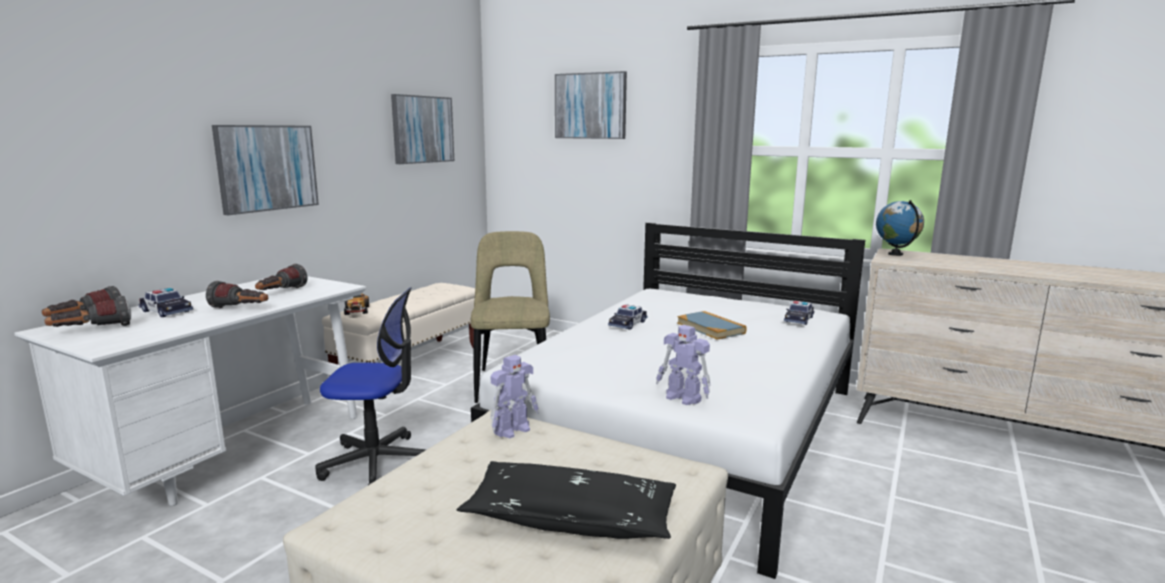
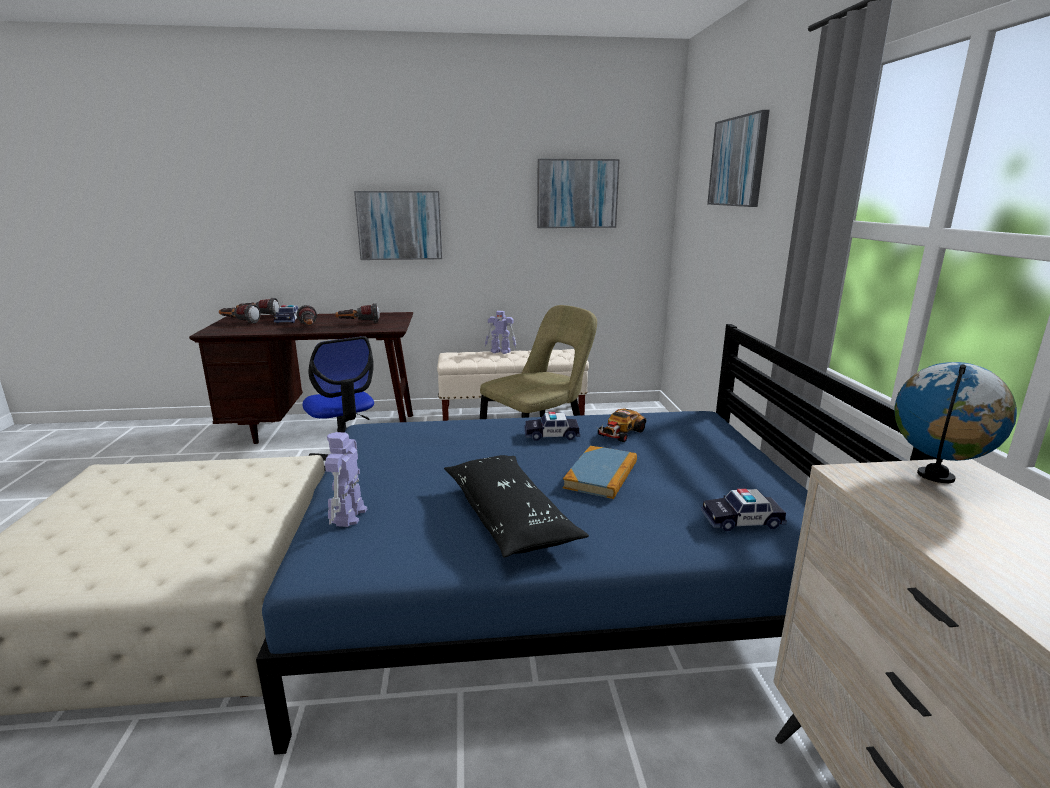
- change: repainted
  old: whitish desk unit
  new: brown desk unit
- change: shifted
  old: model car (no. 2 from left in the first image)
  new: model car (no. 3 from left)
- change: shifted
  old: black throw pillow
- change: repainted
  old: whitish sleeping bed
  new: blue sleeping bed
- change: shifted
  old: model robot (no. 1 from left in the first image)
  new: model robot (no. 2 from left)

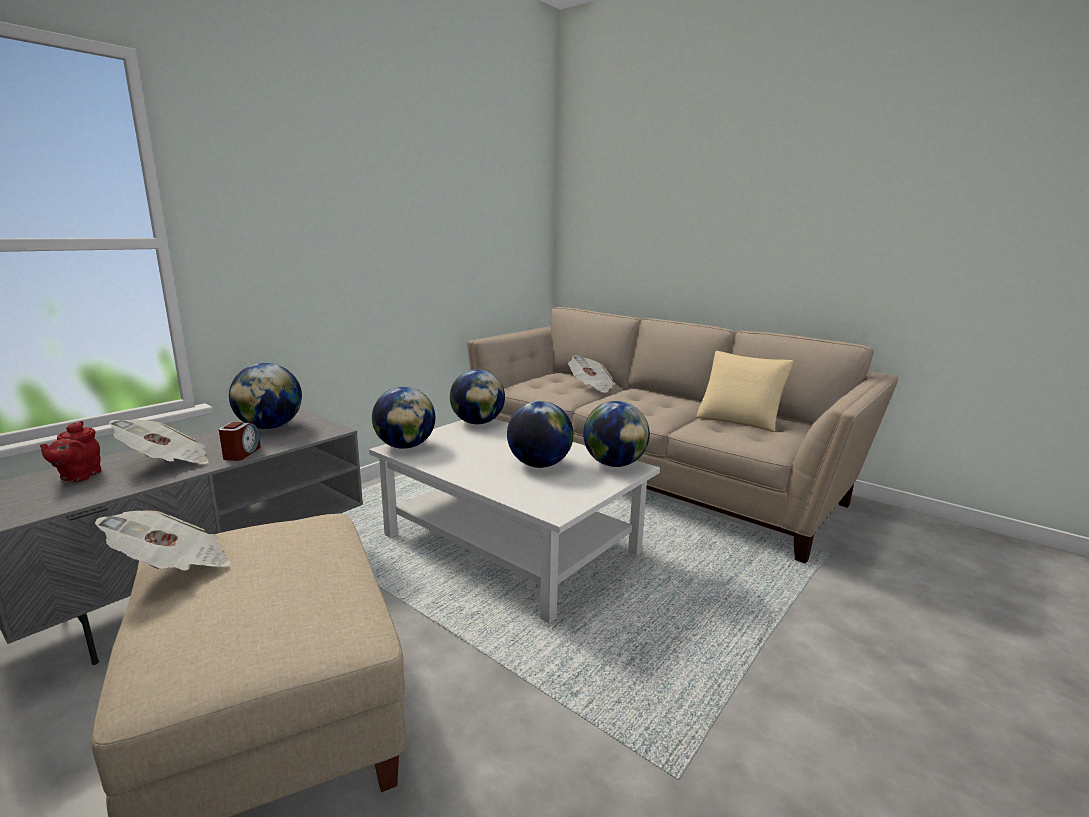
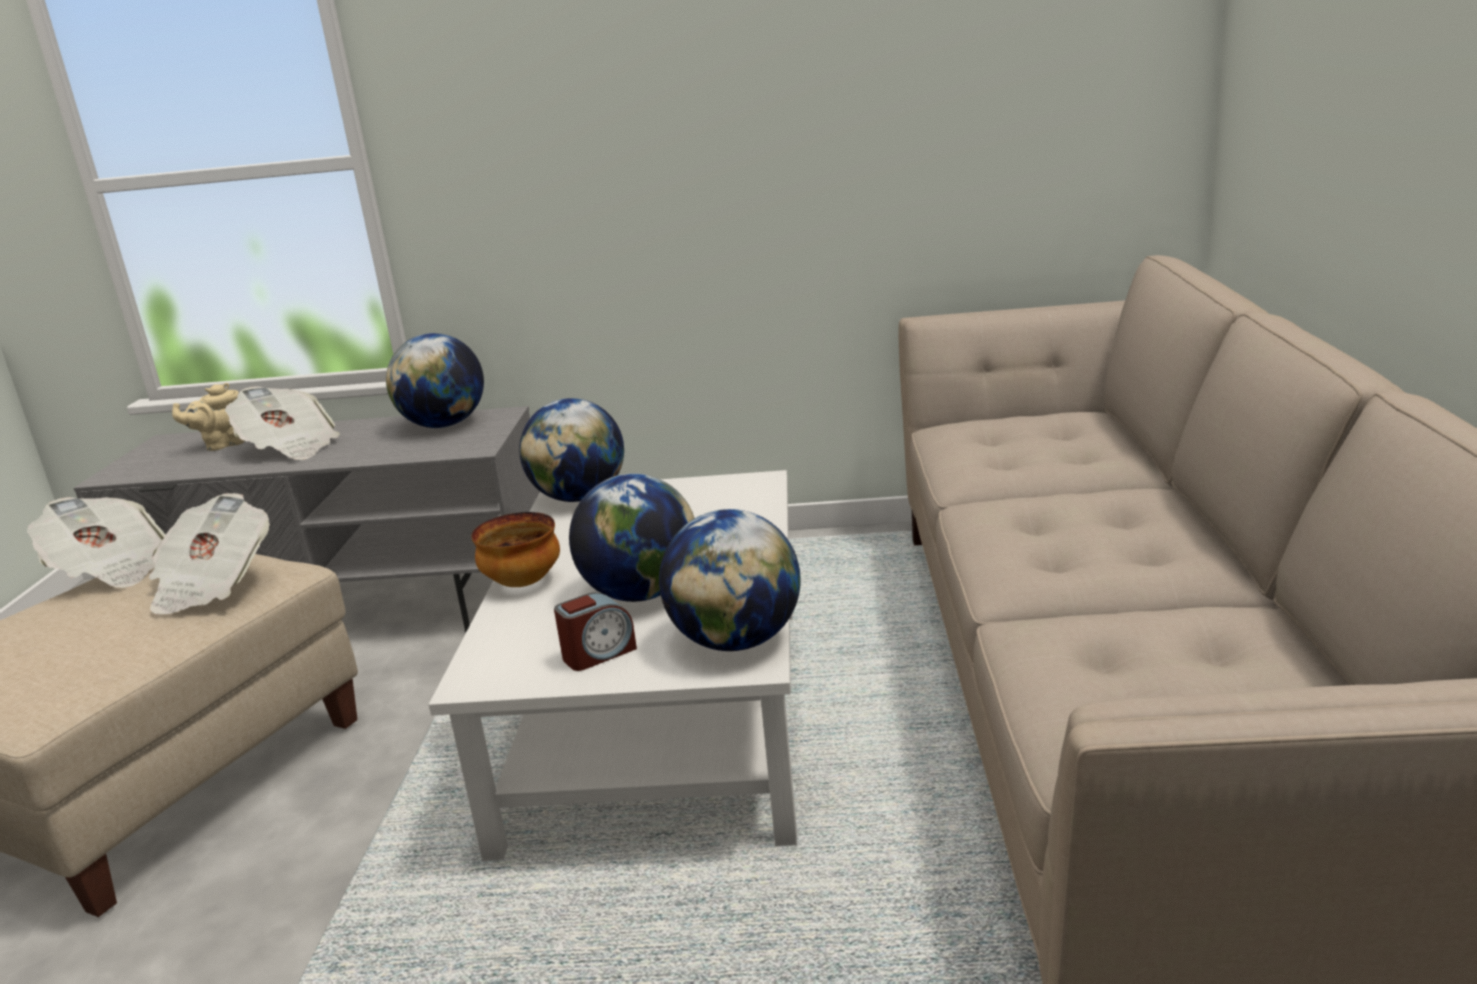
- change: repainted
  old: reddish teapot
  new: sand-coloured teapot
- change: shifted
  old: alarm clock
- change: gone
  old: desk globe (no. 3 from left)
- change: shifted
  old: printed paper (no. 3 from left in the first image)
  new: printed paper (no. 2 from left)
- change: gone
  old: sand-coloured throw pillow
- change: new
  new: serving bowl

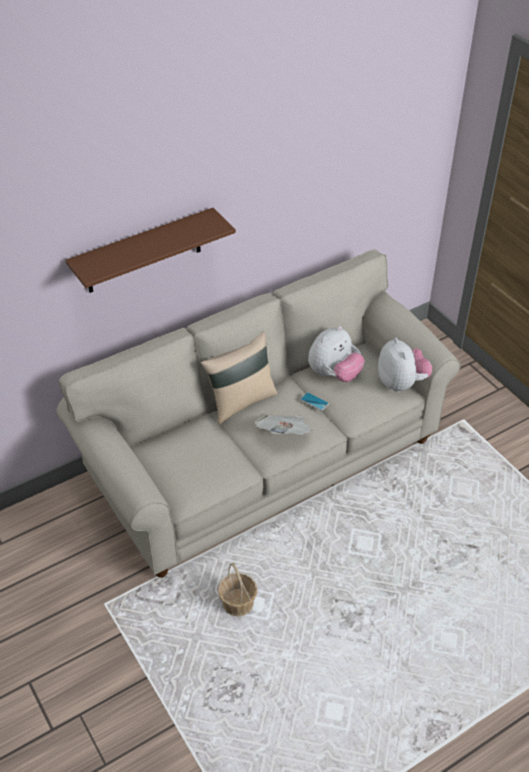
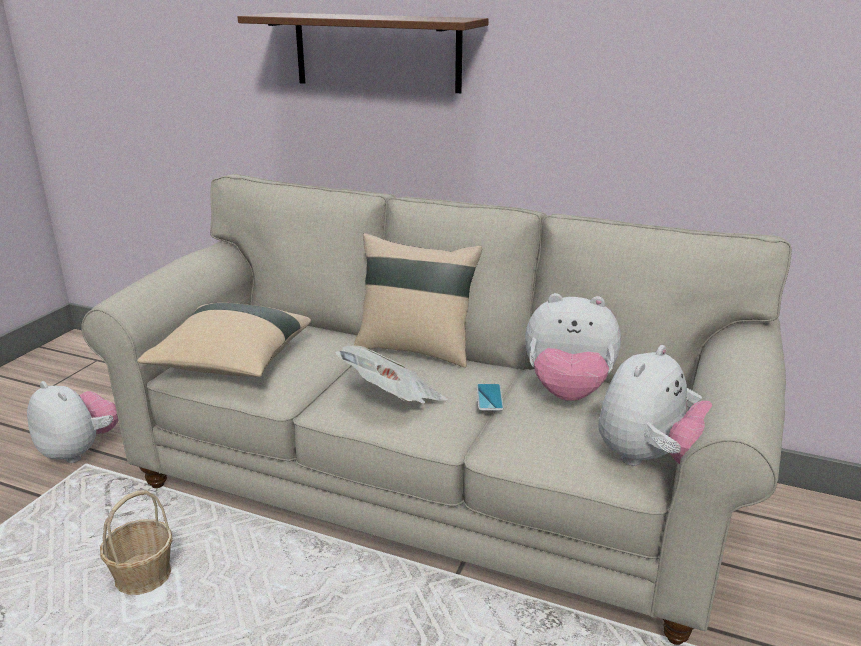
- change: new
  new: plush toy (no. 1 from left)
- change: new
  new: sand-coloured throw pillow (no. 1 from left)

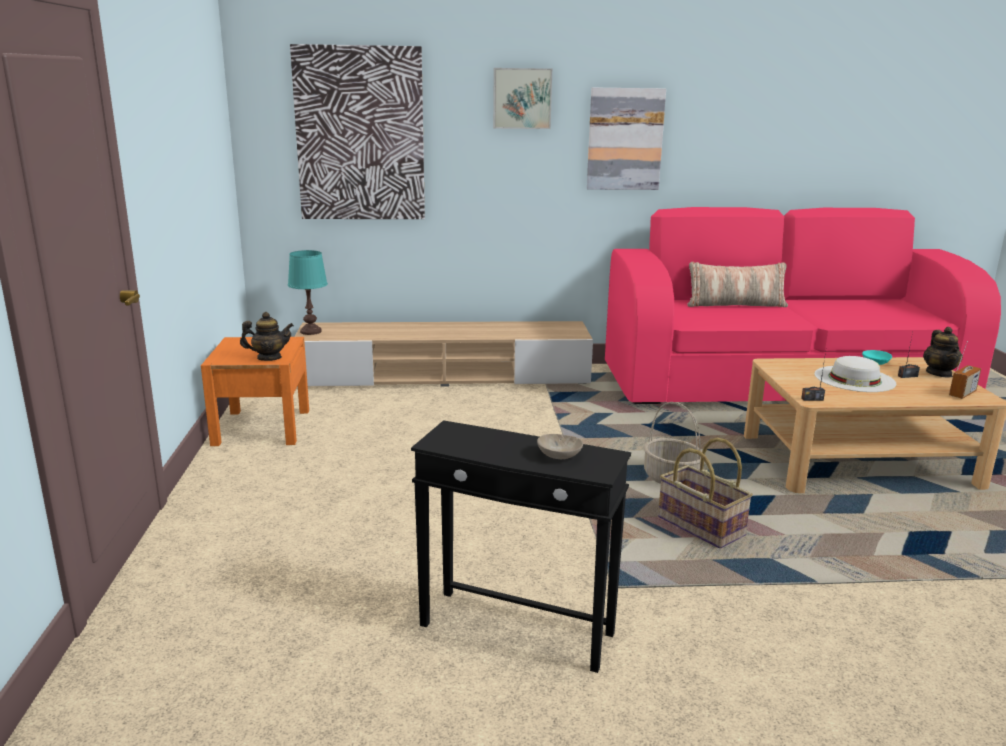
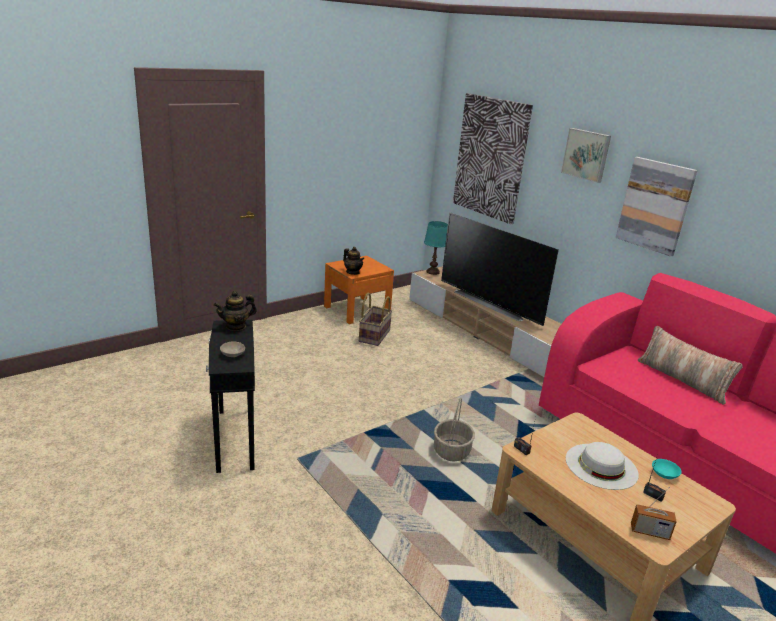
- change: shifted
  old: storage basket (no. 2 from left in the first image)
  new: storage basket (no. 1 from left)
- change: shifted
  old: teapot (no. 2 from left in the first image)
  new: teapot (no. 1 from left)
- change: new
  new: television

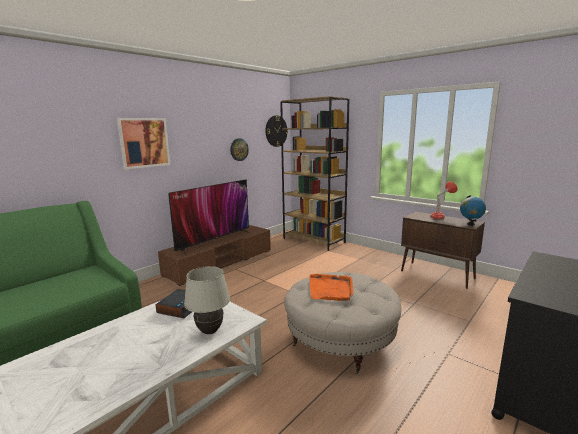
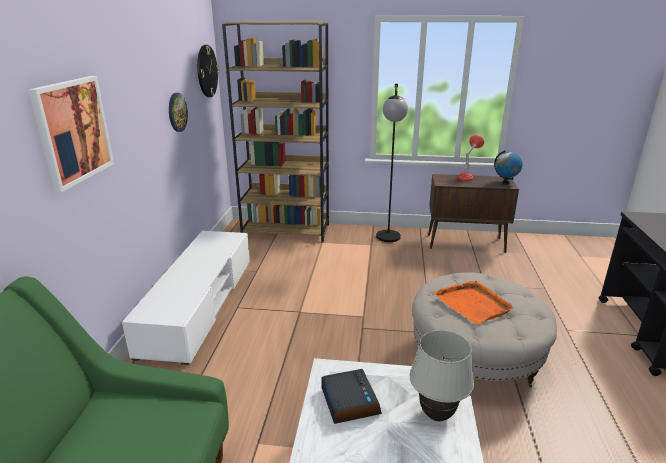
- change: repainted
  old: brown media console
  new: whitish media console
- change: gone
  old: television
- change: new
  new: black floor lamp

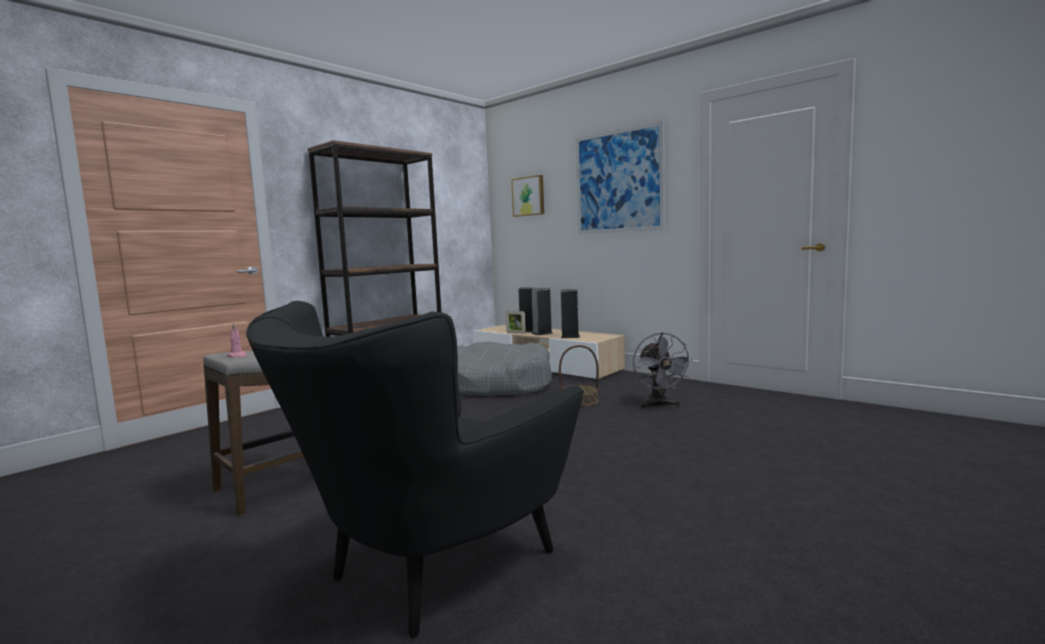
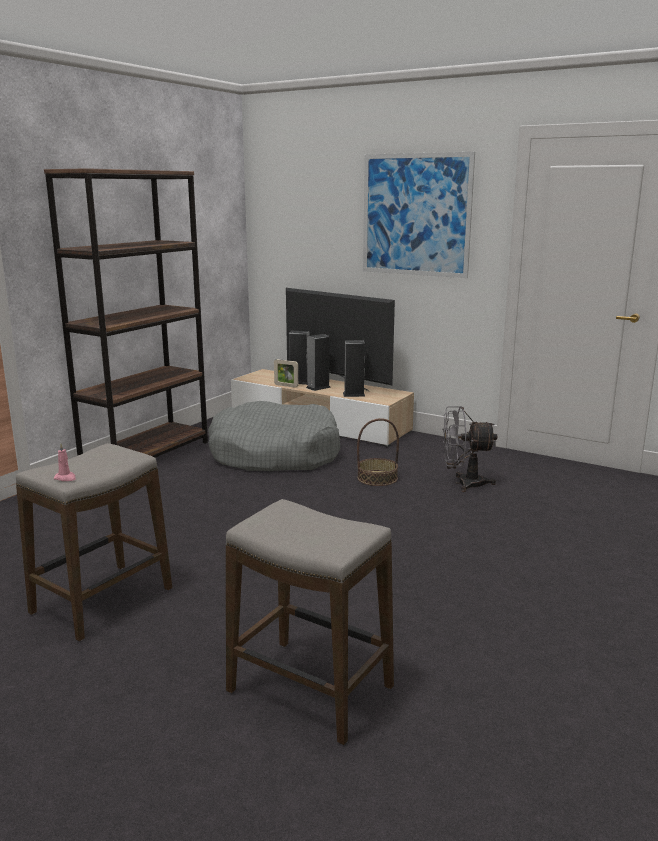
- change: swapped
  old: black lounge chair
  new: stool seat (no. 2 from left)
- change: gone
  old: wall art (no. 1 from left)
- change: rotated
  old: grey cooling fan
  degrees: 105
- change: new
  new: television

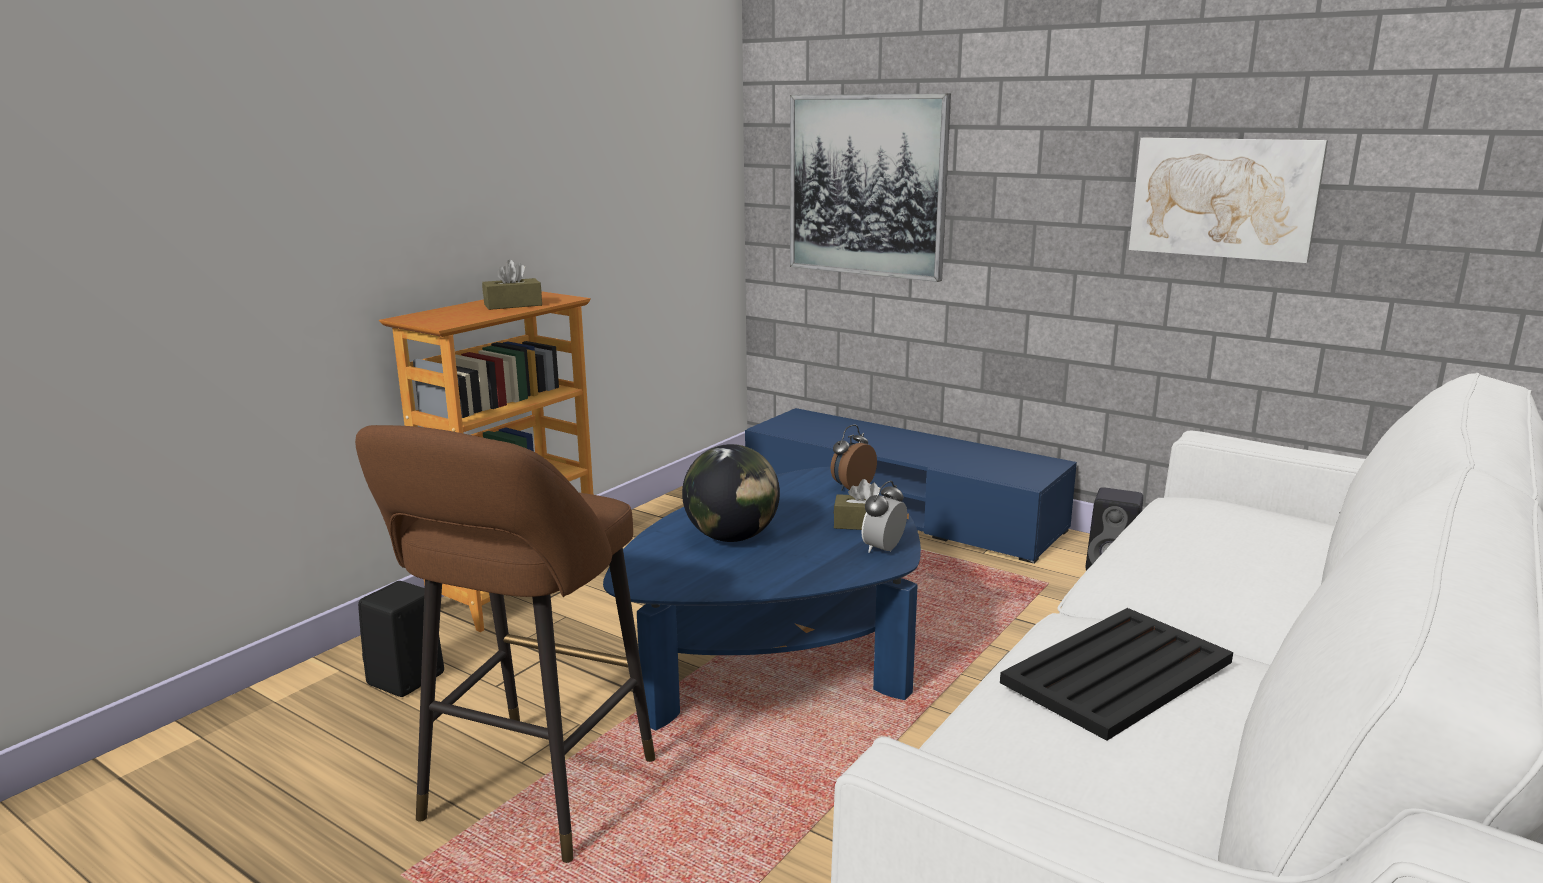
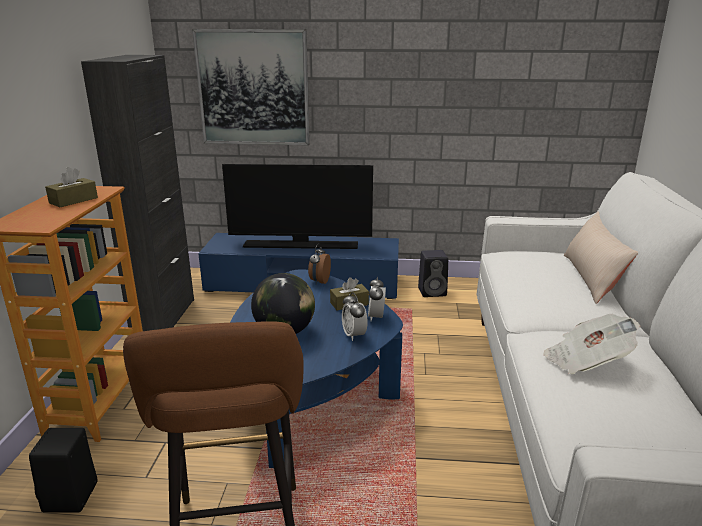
- change: swapped
  old: black serving tray
  new: printed paper
- change: gone
  old: wall art (no. 2 from left)
- change: new
  new: black cupboard
- change: new
  new: television
- change: new
  new: alarm clock (no. 2 from left)
- change: new
  new: sand-coloured throw pillow

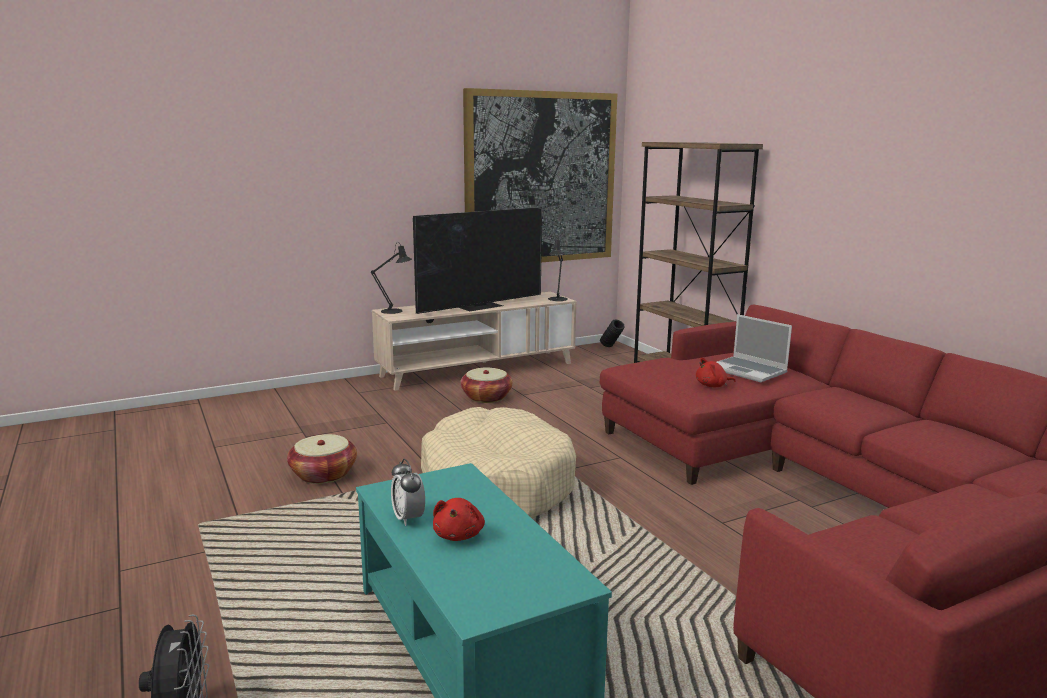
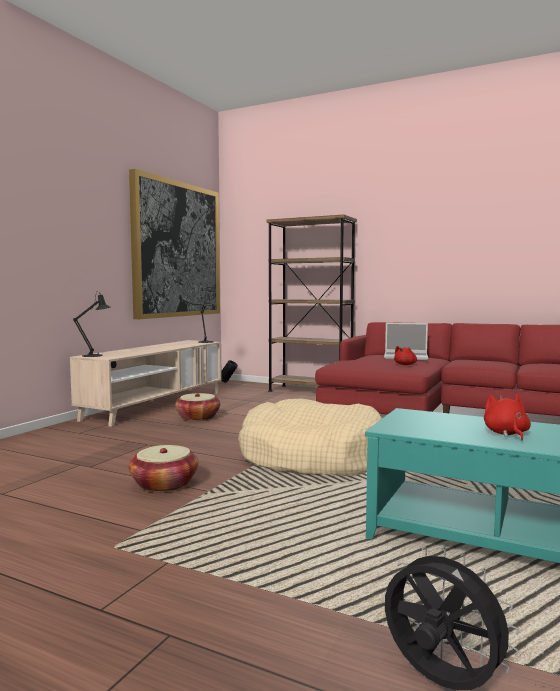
- change: gone
  old: alarm clock
- change: gone
  old: television
- change: rotated
  old: reddish plush toy (no. 1 from left in the first image)
  degrees: -150

